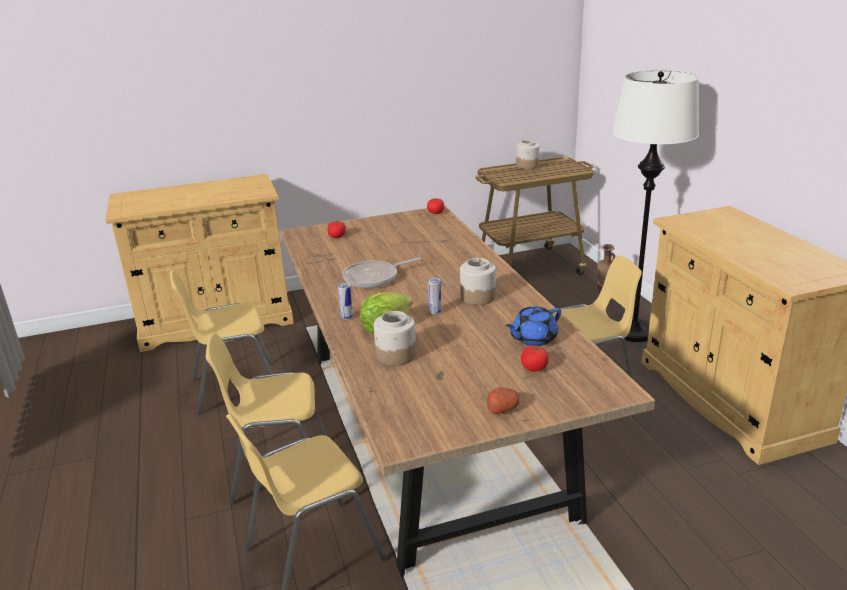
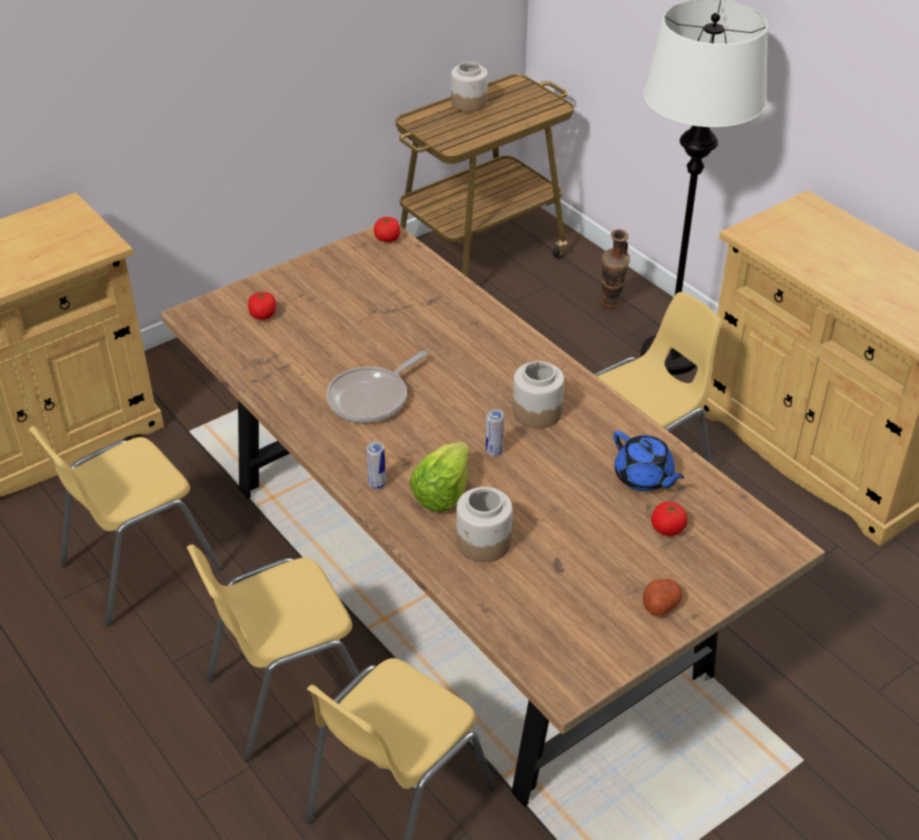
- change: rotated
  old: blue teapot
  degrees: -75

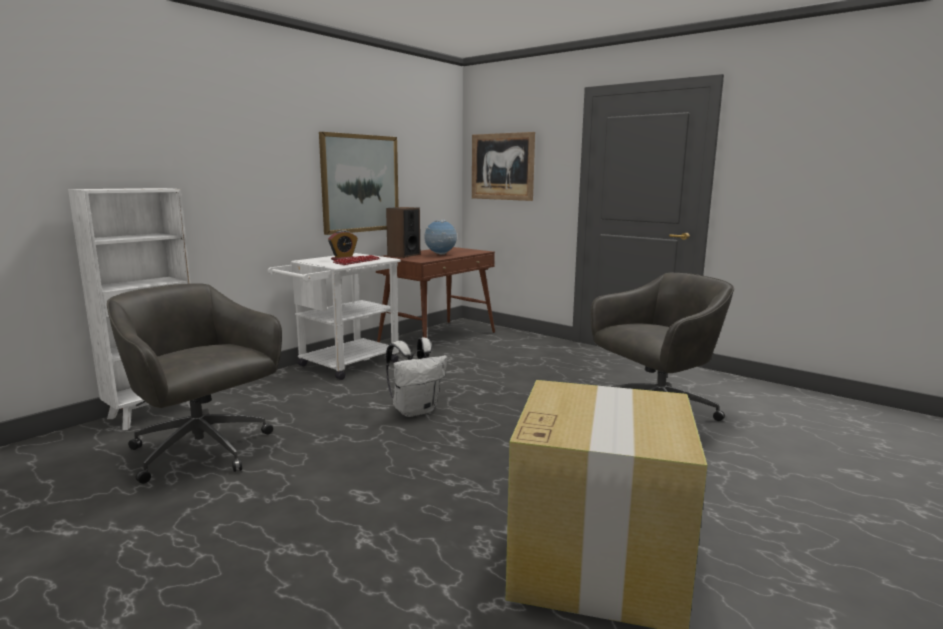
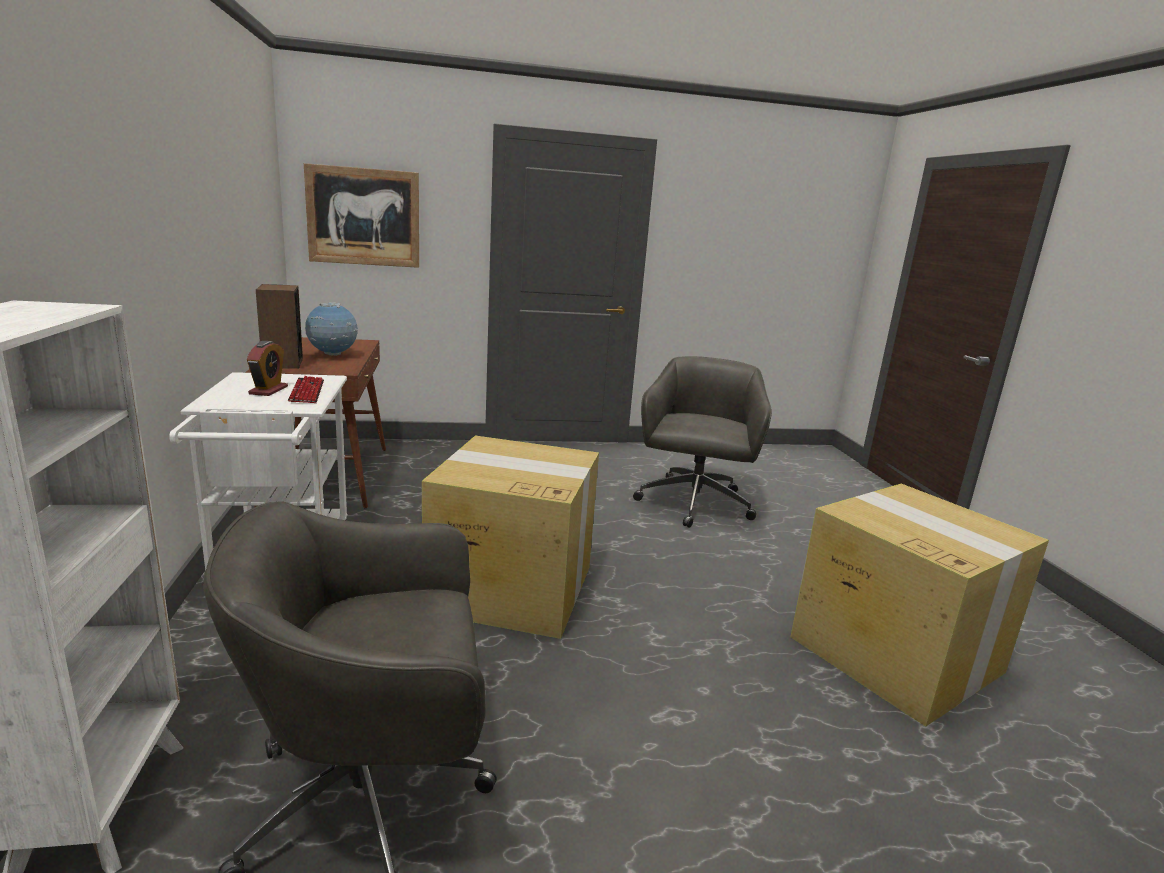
- change: gone
  old: wall art (no. 1 from left)
- change: swapped
  old: whitish rucksack
  new: carton (no. 1 from left)

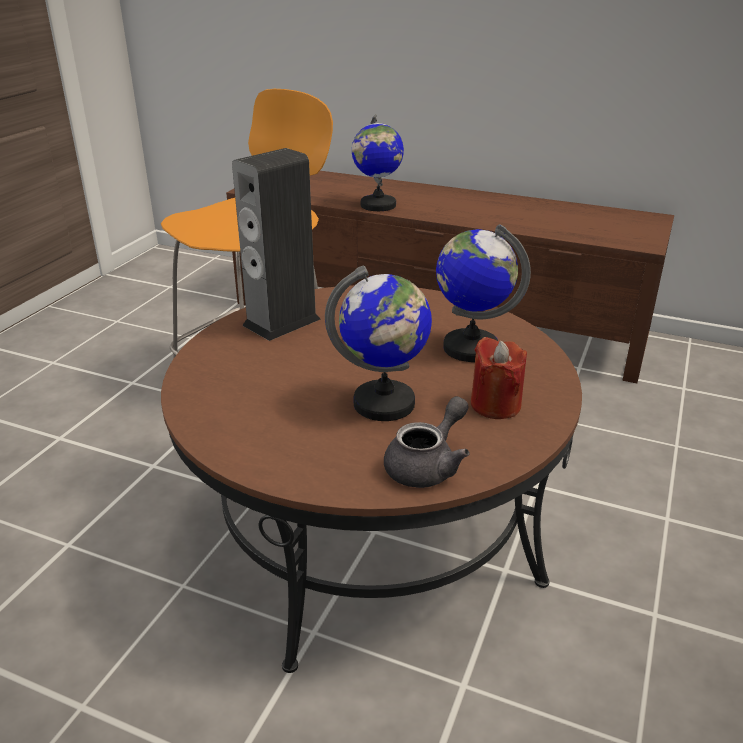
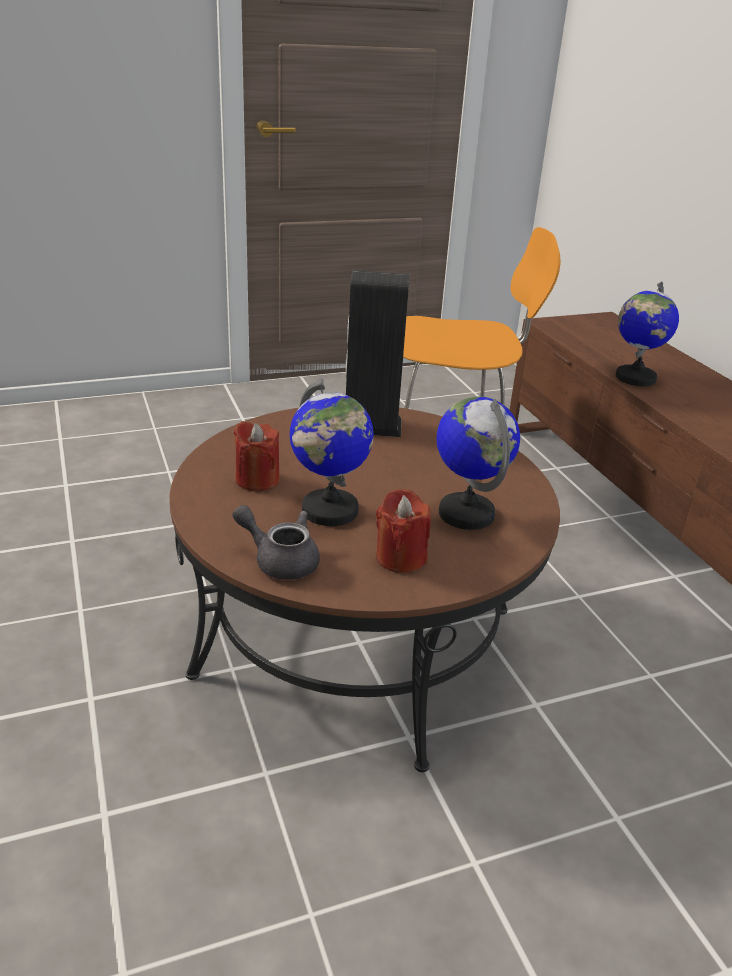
- change: rotated
  old: grey teapot
  degrees: -150
- change: new
  new: reddish wax light (no. 1 from left)

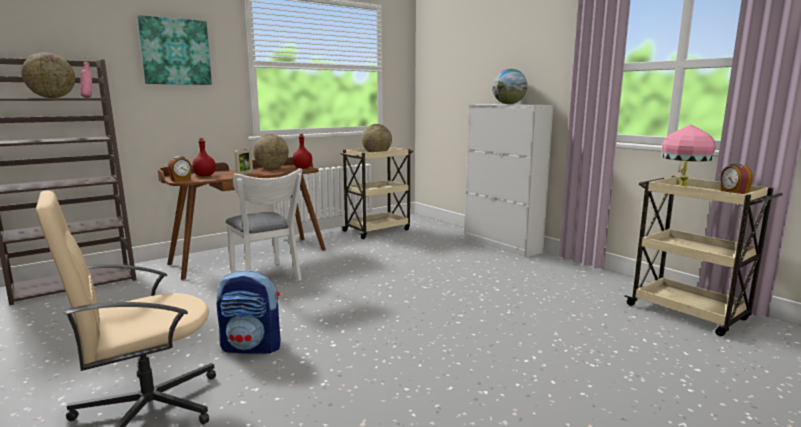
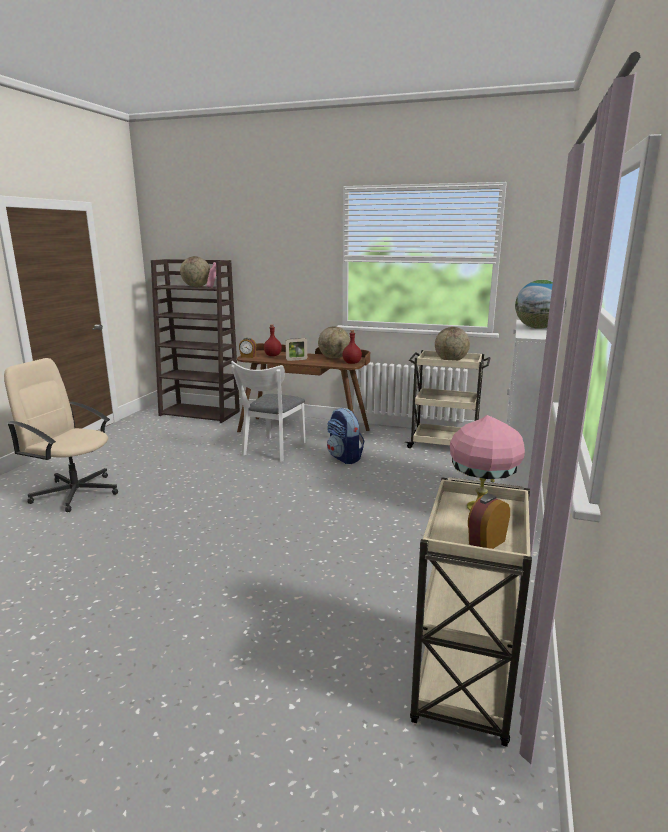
- change: gone
  old: wall art
- change: shifted
  old: rucksack

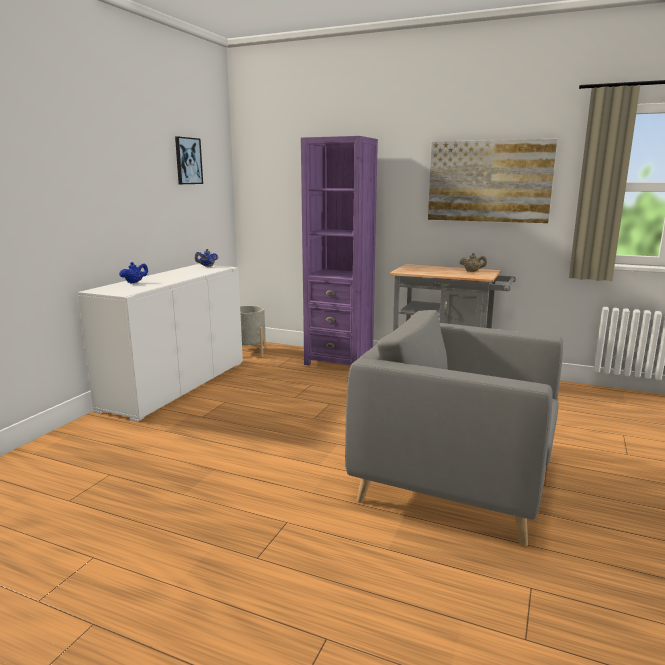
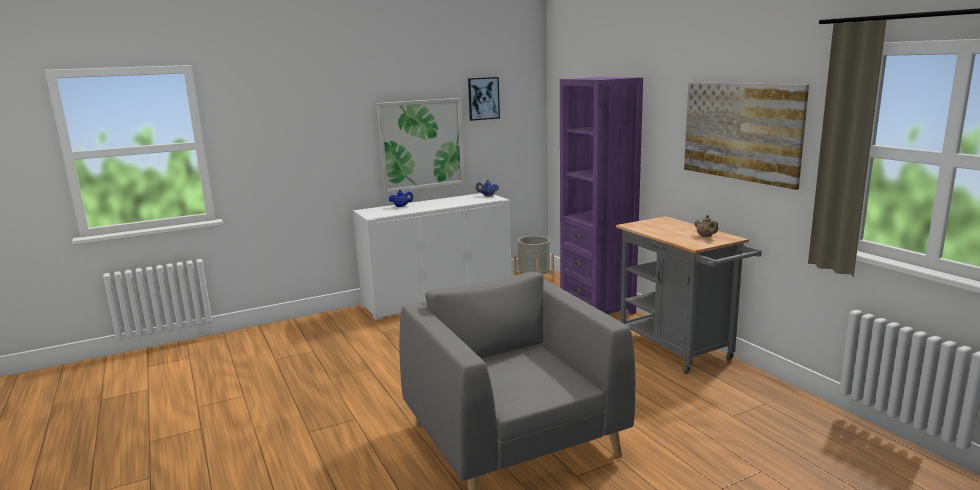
- change: new
  new: wall art (no. 1 from left)

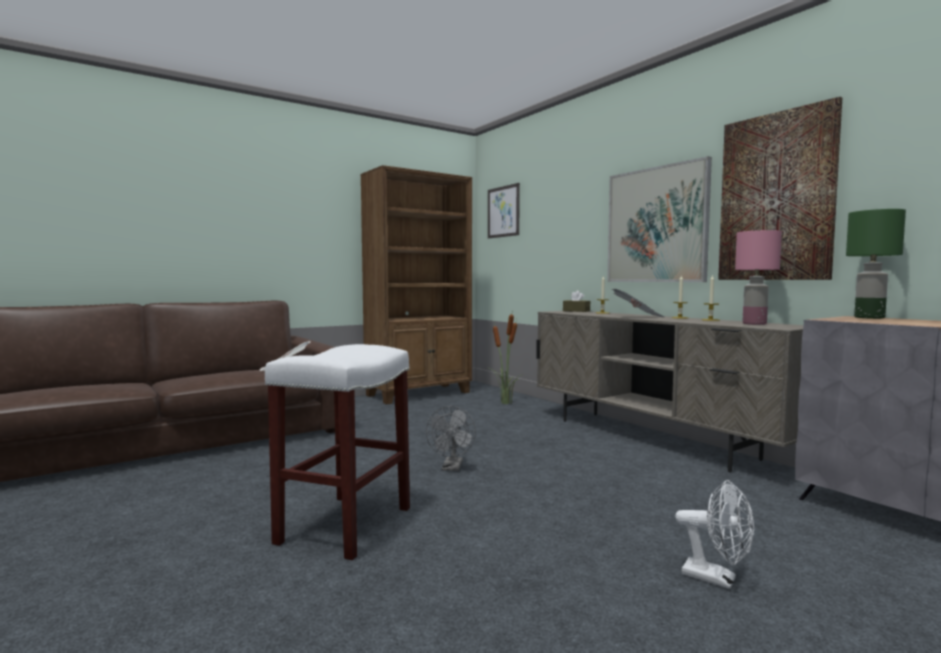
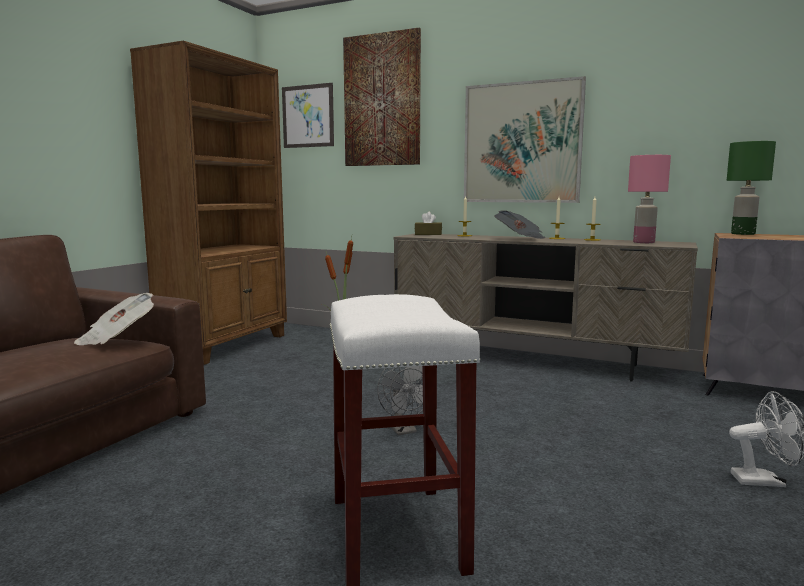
- change: shifted
  old: wall art (no. 3 from left in the first image)
  new: wall art (no. 2 from left)

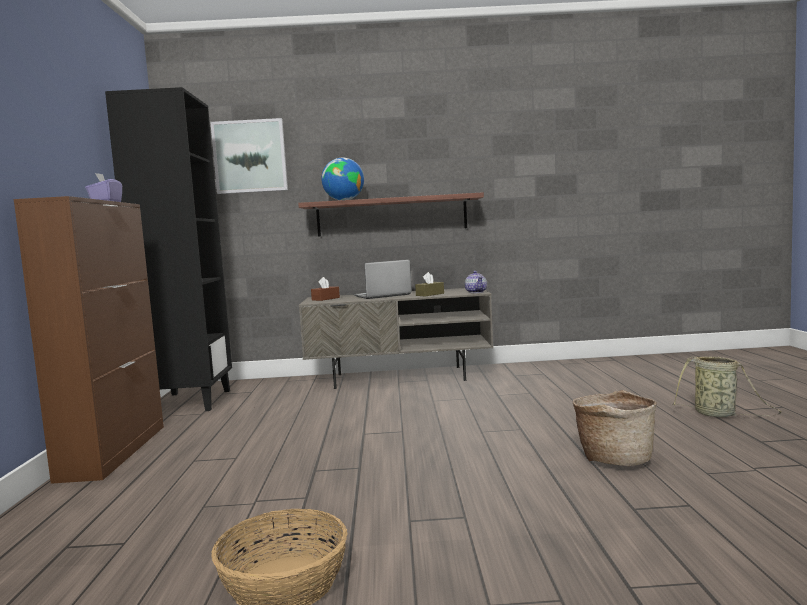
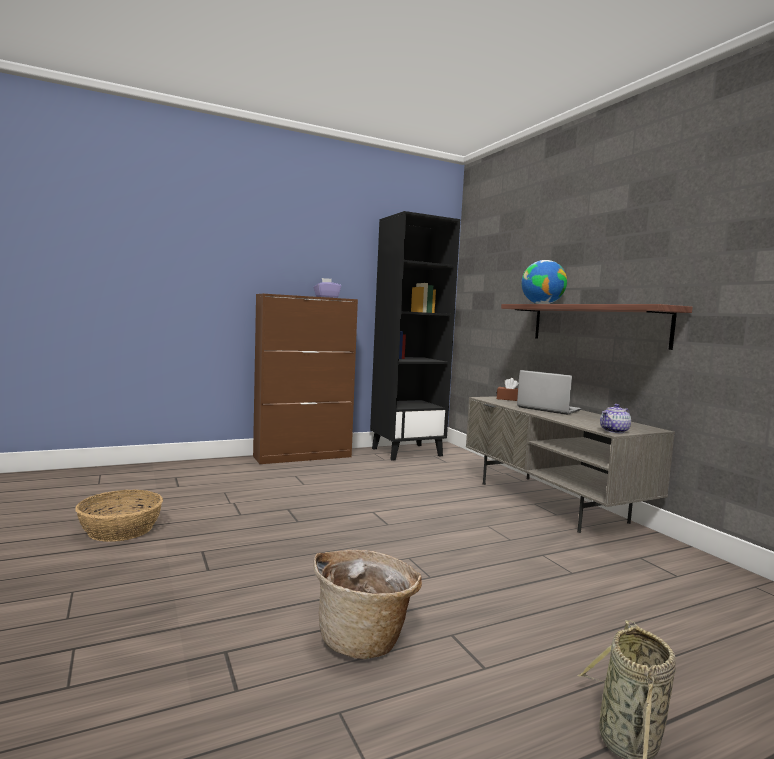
- change: gone
  old: wall art
- change: gone
  old: brown tissue box (no. 2 from left)

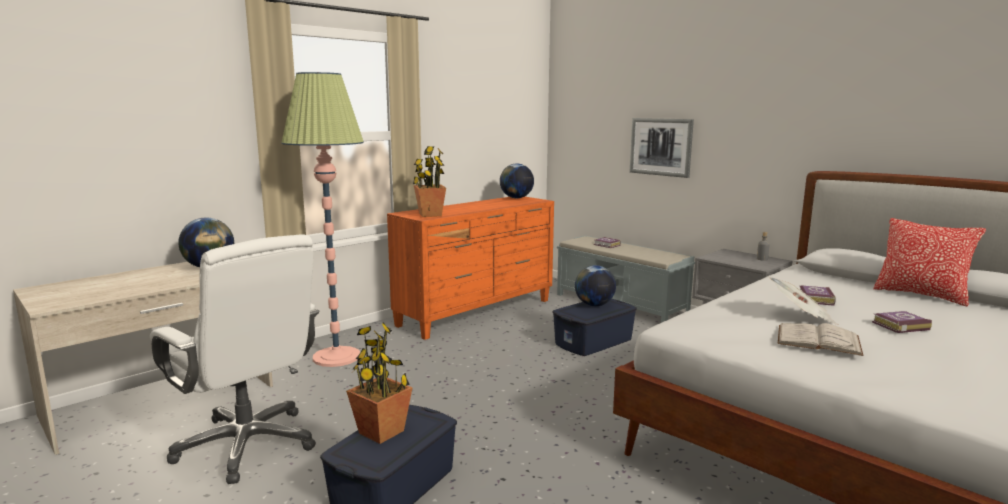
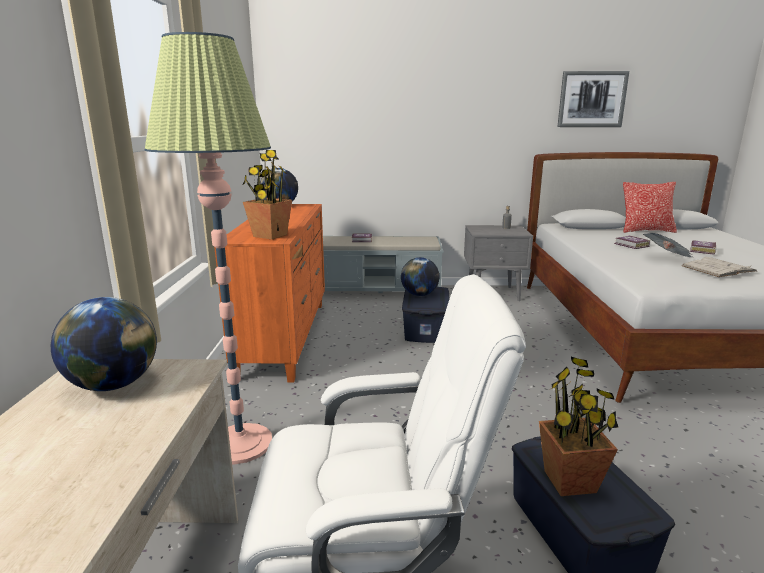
- change: shifted
  old: wall art

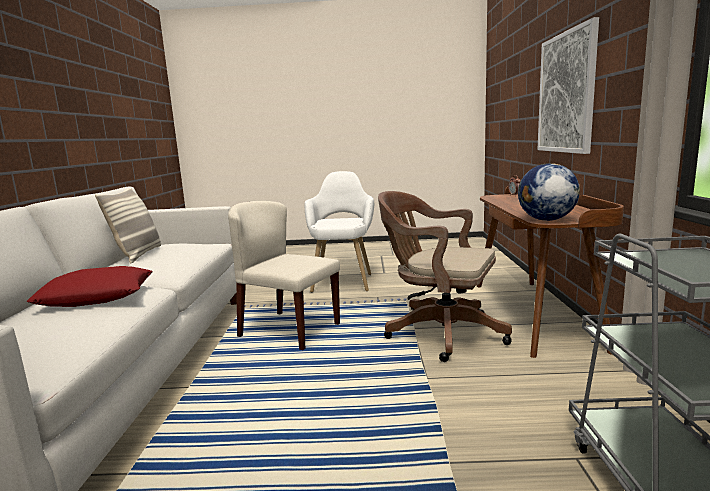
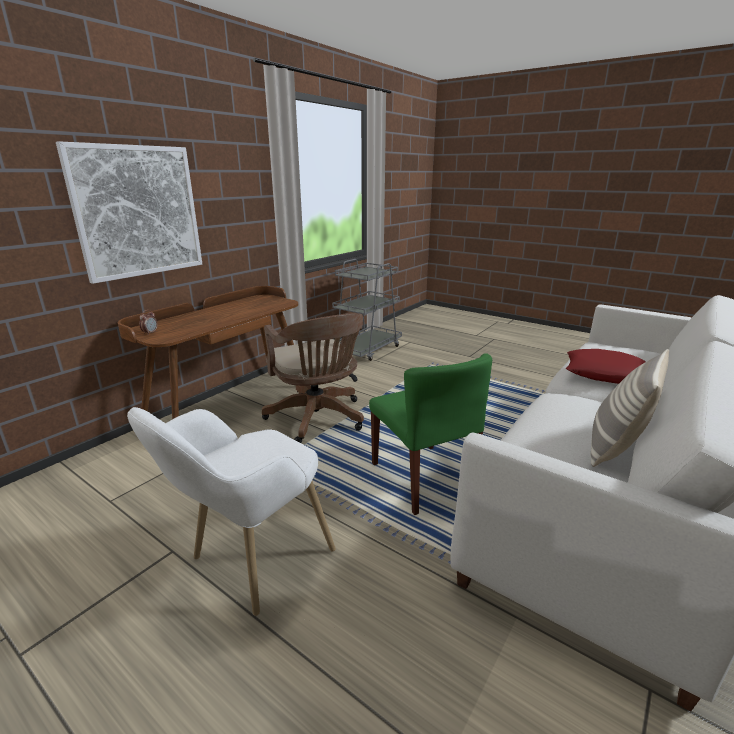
- change: repainted
  old: sand-coloured plain chair
  new: green plain chair
- change: gone
  old: desk globe

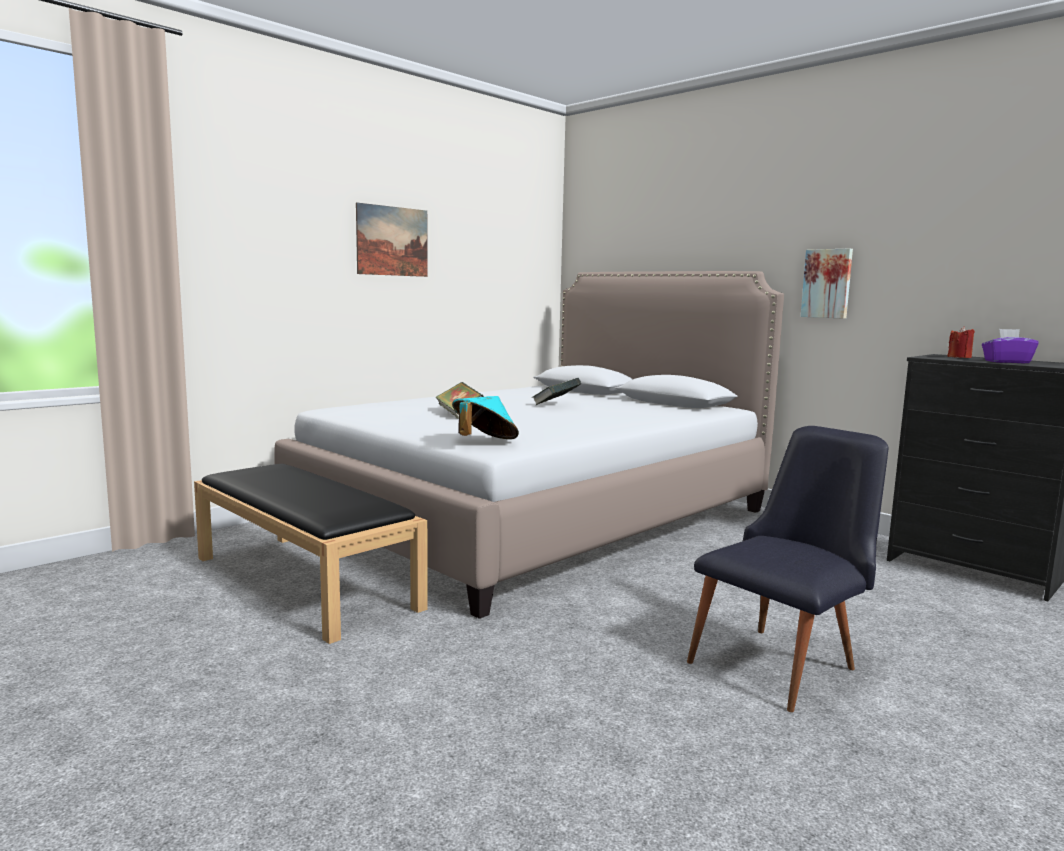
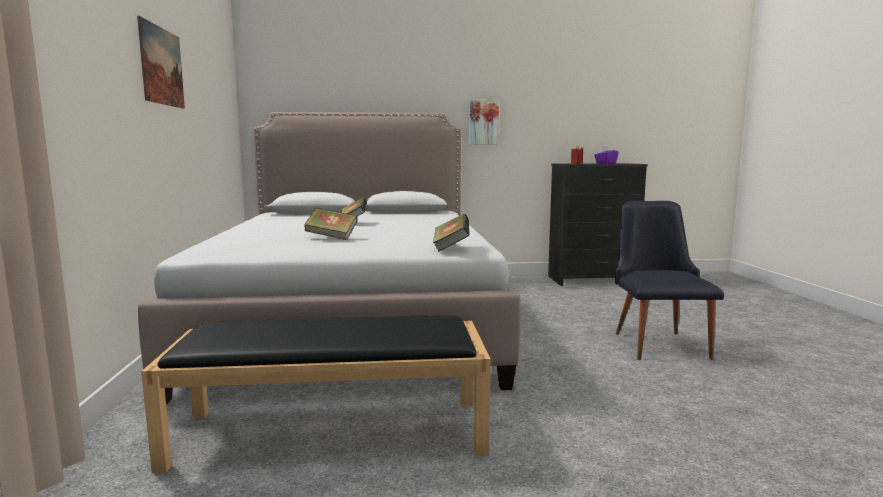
- change: swapped
  old: turquoise wearable hat
  new: volume (no. 3 from left)

